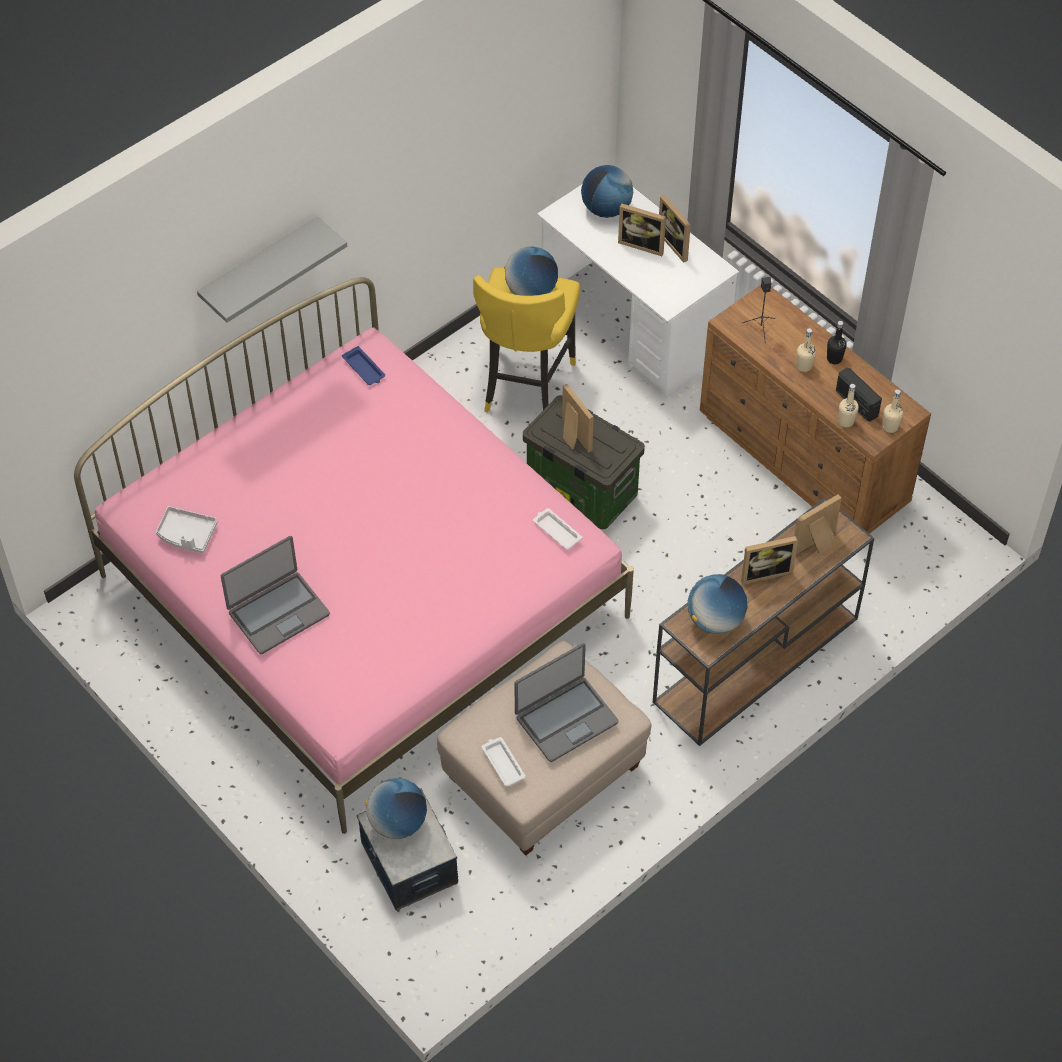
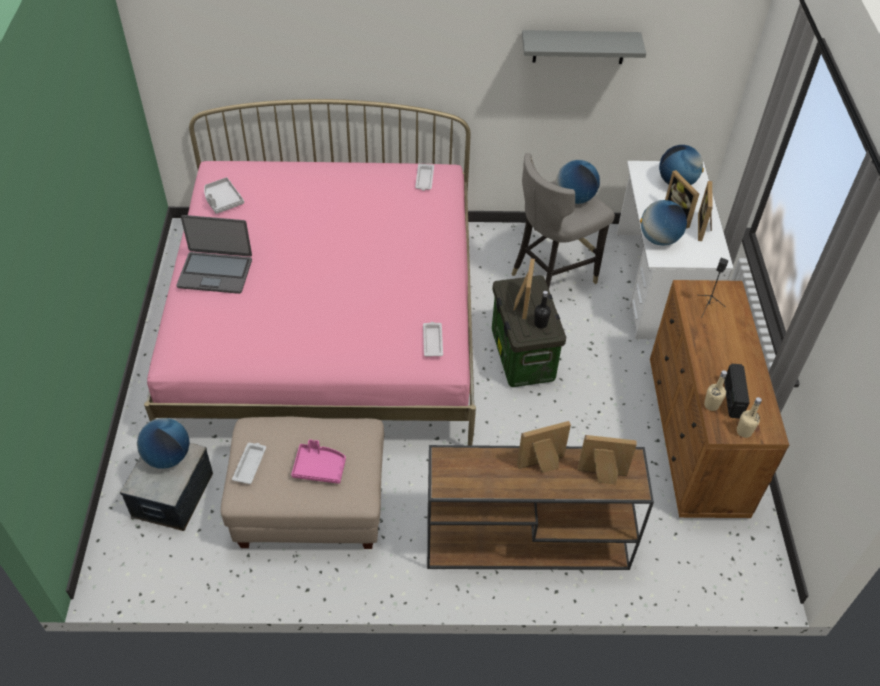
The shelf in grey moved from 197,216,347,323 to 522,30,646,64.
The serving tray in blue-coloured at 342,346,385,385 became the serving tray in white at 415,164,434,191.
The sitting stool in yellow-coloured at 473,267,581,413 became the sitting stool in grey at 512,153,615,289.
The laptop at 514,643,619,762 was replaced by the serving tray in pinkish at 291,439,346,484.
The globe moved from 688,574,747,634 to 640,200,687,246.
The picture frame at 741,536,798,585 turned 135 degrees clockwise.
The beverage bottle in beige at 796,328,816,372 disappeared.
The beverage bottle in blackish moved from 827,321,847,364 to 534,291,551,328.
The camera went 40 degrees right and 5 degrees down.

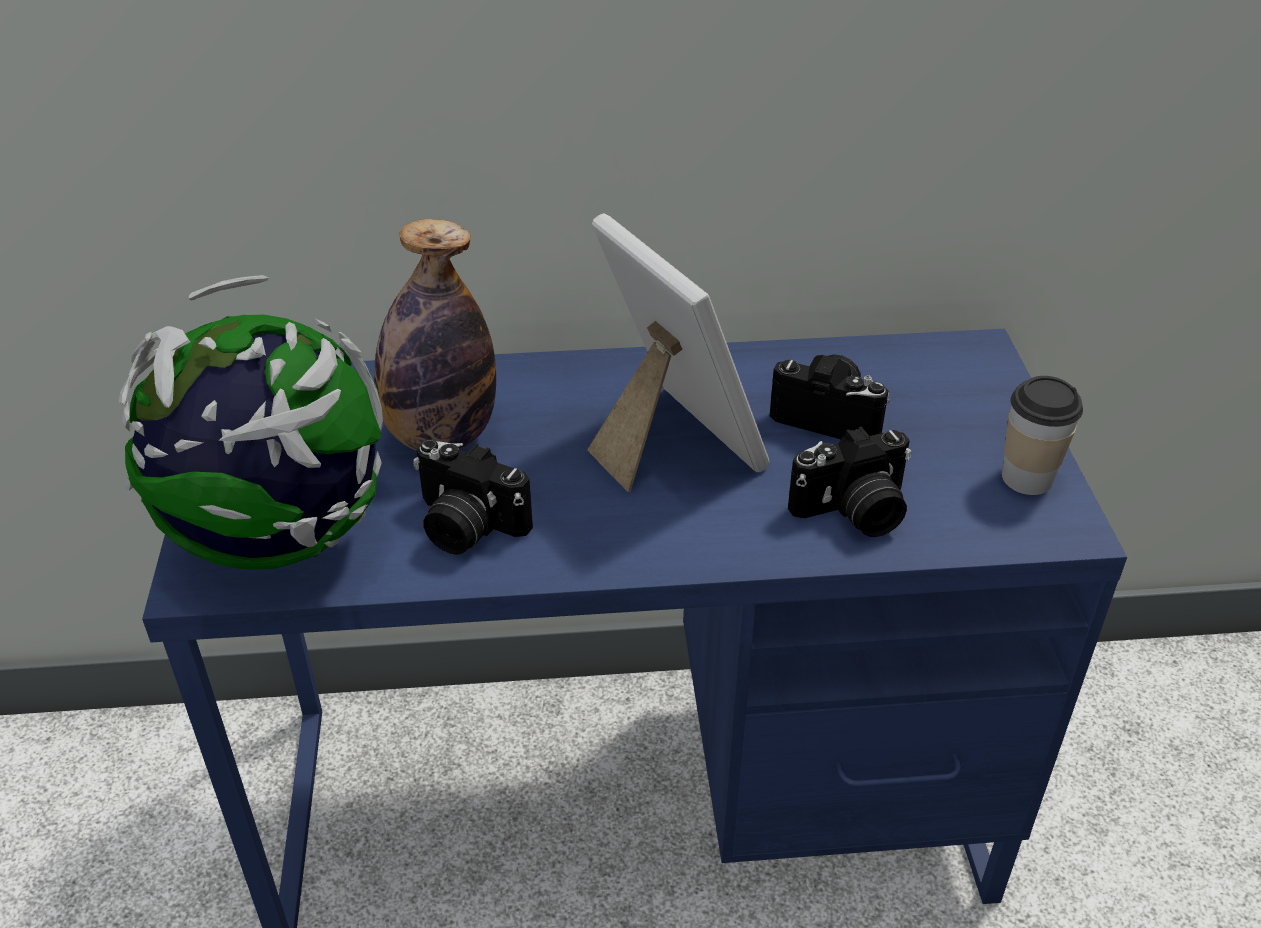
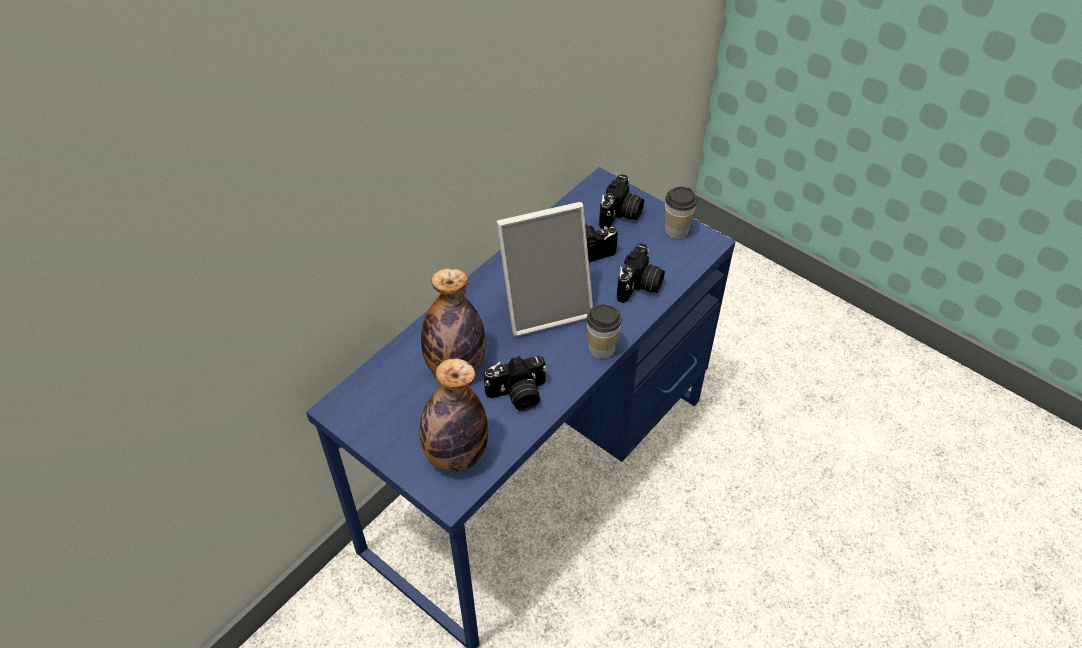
The globe at 119,275,383,570 was replaced by the beverage bottle at 419,358,488,472.
The picture frame at 587,213,769,492 turned 150 degrees clockwise.
The drinking cup at 587,304,622,359 appeared.
The still camera at 599,174,644,229 appeared.
The camera went 45 degrees left and 10 degrees up.

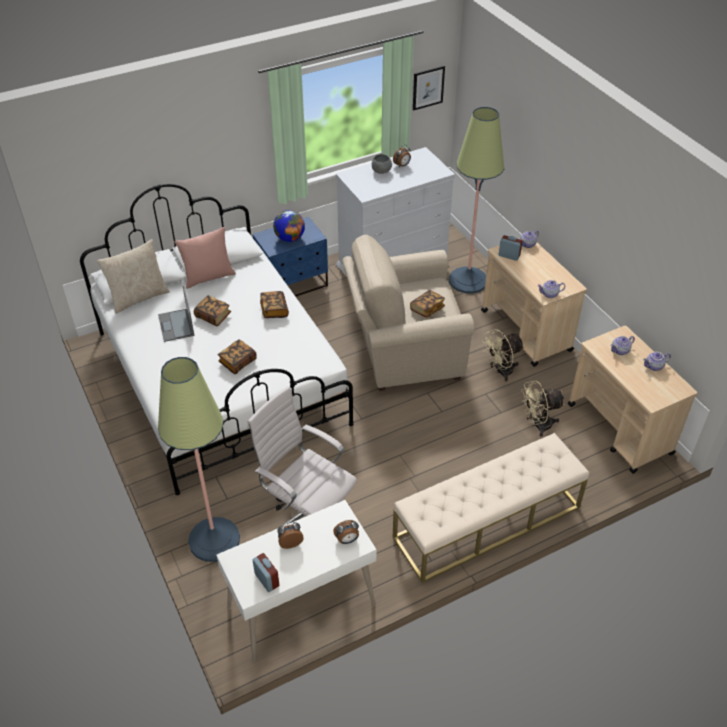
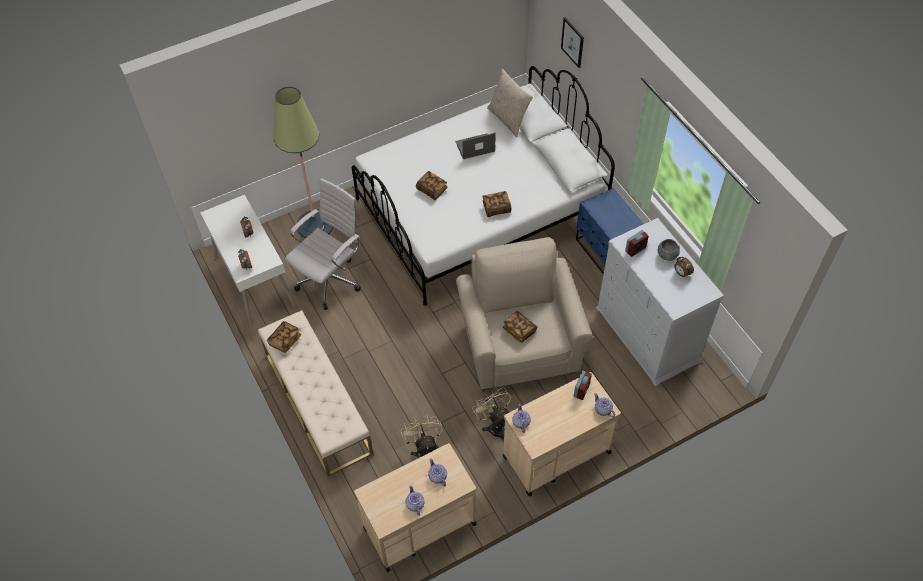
The cushion in pinkish at 174,227,236,289 disappeared.
The bound book moved from 194,295,231,327 to 267,321,301,353.
The table clock moved from 253,553,279,592 to 625,230,649,257.
The globe at 273,210,305,242 disappeared.
The wall picture moved from 413,66,445,110 to 561,17,584,68.
The floor lamp at 449,107,504,293 disappeared.
The camera went 90 degrees right and 10 degrees up.

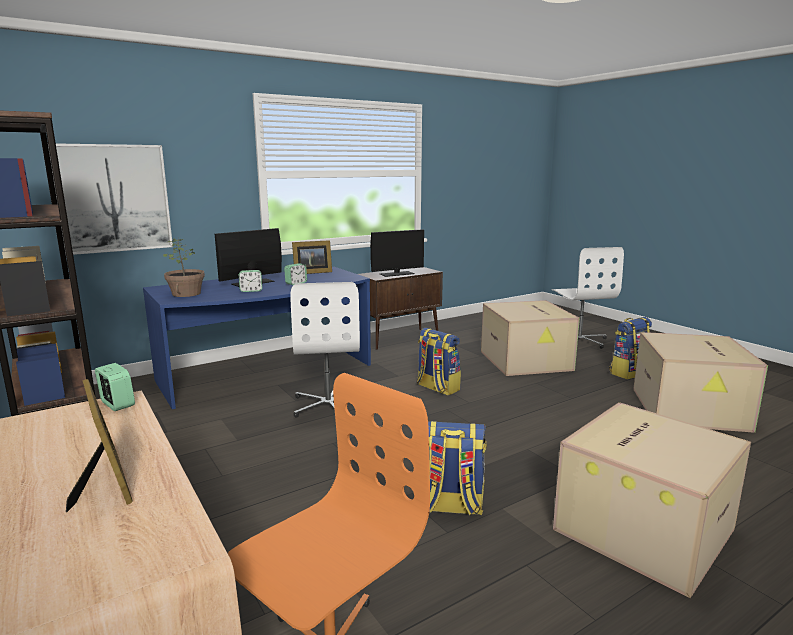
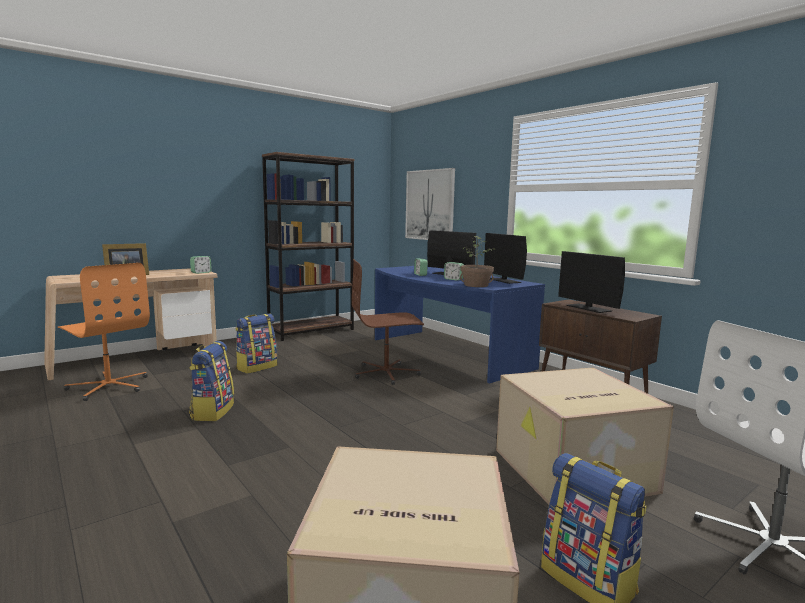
The houseplant moved from 163,238,205,297 to 460,236,495,287.
The computer chair in white at 290,282,360,417 became the computer chair in brownish at 352,259,424,385.
The picture frame at 292,240,332,274 was replaced by the monitor at 484,233,527,284.
The rucksack moved from 417,328,461,396 to 235,313,277,374.
The cardboard box at 553,402,751,598 disappeared.
The camera went 85 degrees right and 5 degrees down.

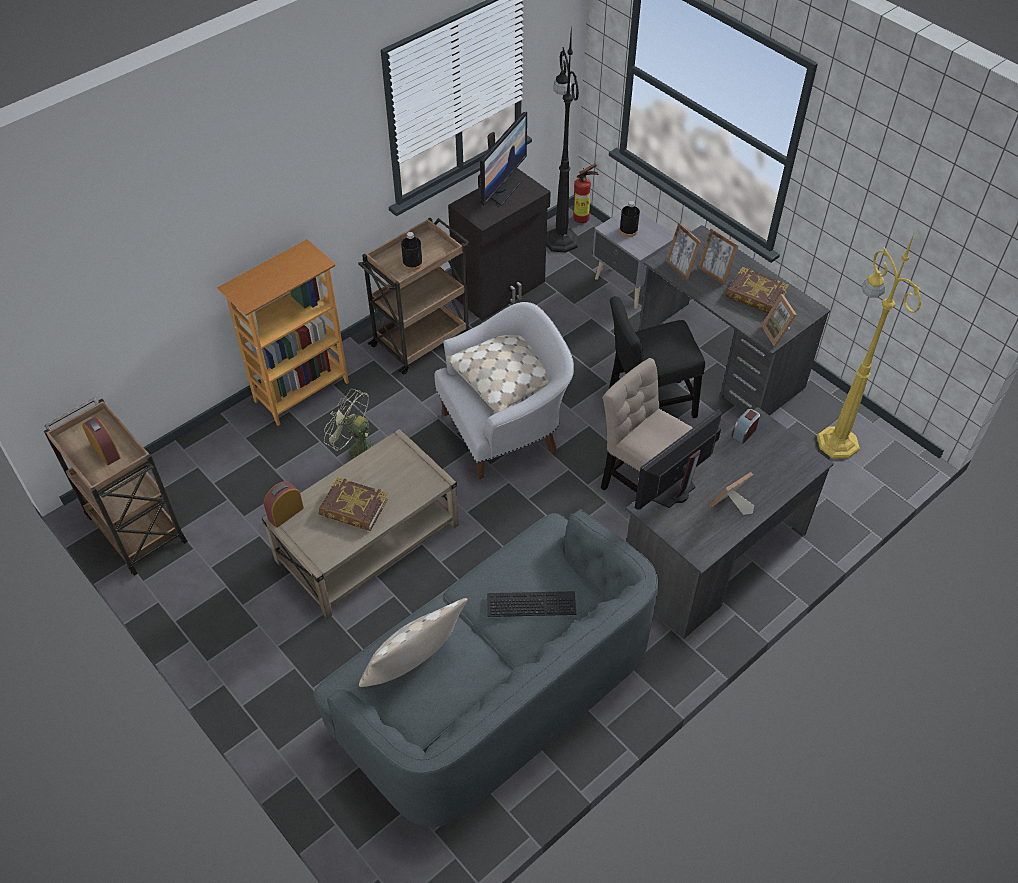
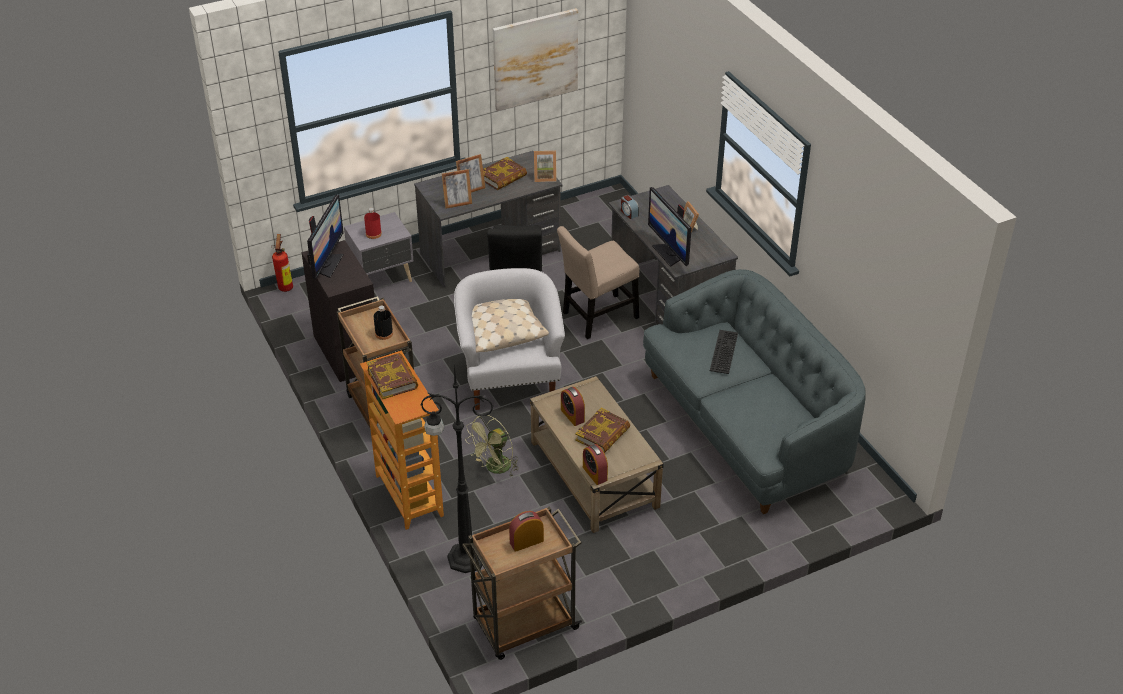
The cushion in beige at 359,598,468,687 disappeared.
The monitor at 478,112,527,206 turned 60 degrees clockwise.
The floor lamp in blackish moved from 546,35,579,253 to 420,365,494,573.
The beverage bottle in blackish at 619,201,640,237 became the beverage bottle in red-coloured at 364,208,382,239.
The floor lamp in yellow-coloured at 817,234,921,459 disappeared.
The bound book at 366,353,418,399 appeared.
The wall picture at 493,8,578,111 appeared.
The table clock at 561,387,585,426 appeared.
The camera went 75 degrees left and 10 degrees down.

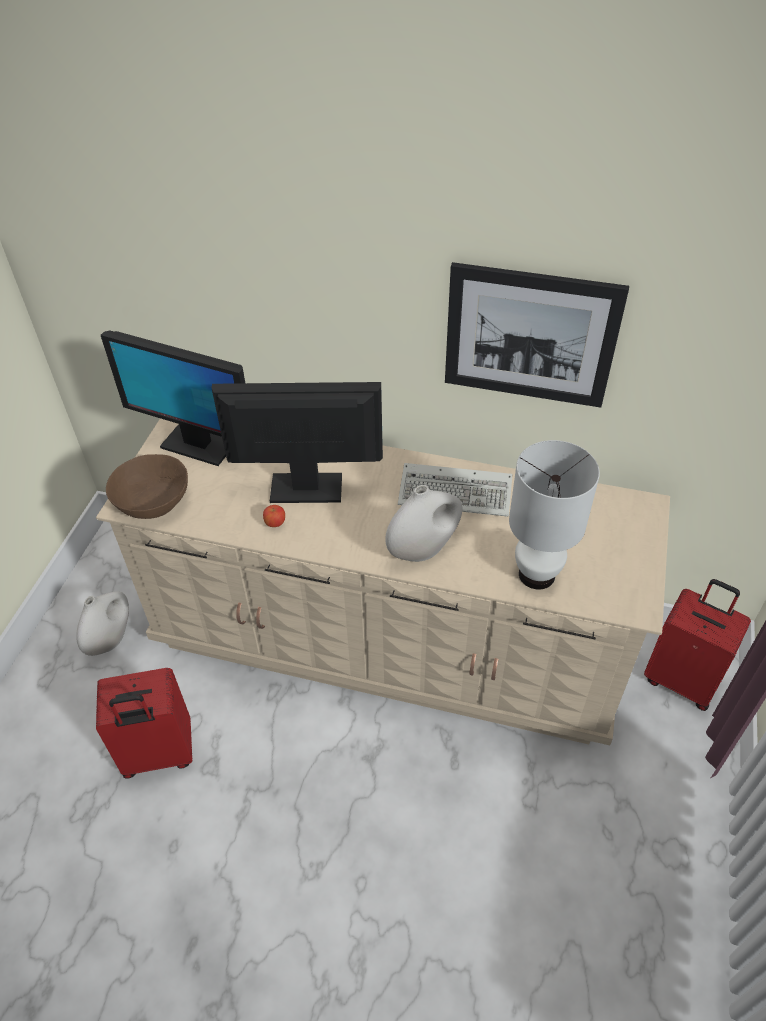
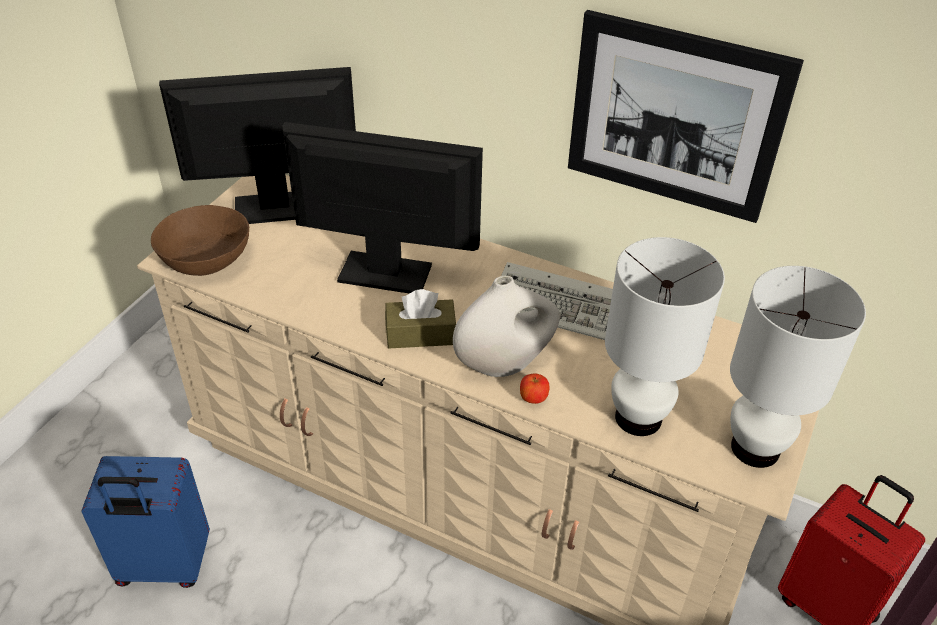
The vase in white at 76,591,129,656 disappeared.
The piece of luggage in red-coloured at 96,668,192,779 became the piece of luggage in blue-coloured at 81,456,210,588.
The monitor at 101,330,245,466 turned 135 degrees clockwise.
The whole apple moved from 263,505,285,527 to 520,373,550,404.
The box of tissues in brownish at 385,289,456,348 appeared.
The table lamp in white at 730,266,866,468 appeared.
The camera went 10 degrees right and 5 degrees down.

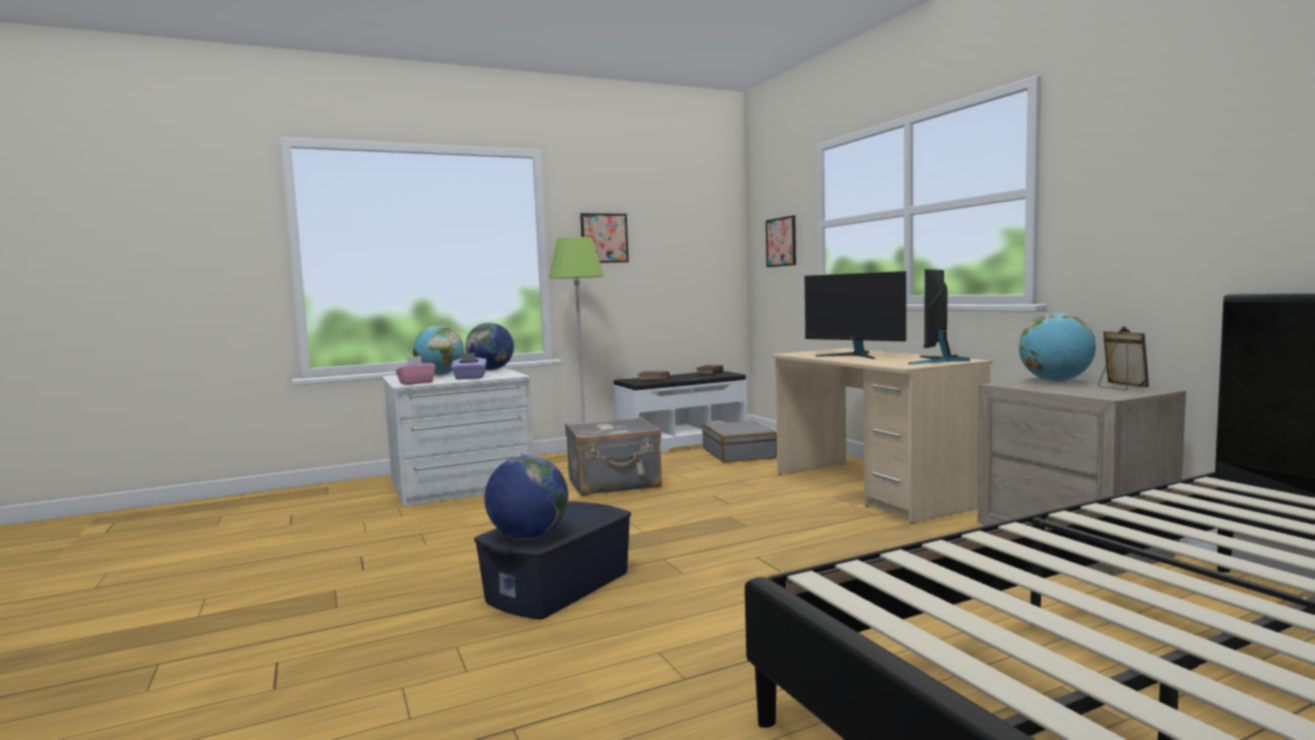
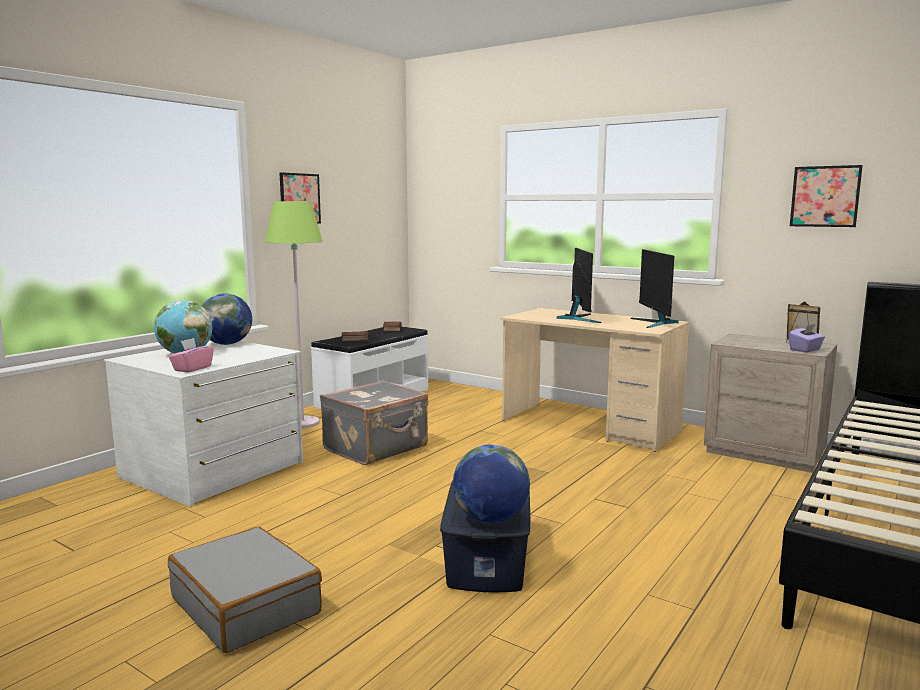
The box of tissues in purple moved from 451,353,487,379 to 789,324,825,353.
The piece of luggage in grey moved from 702,421,777,462 to 168,526,322,653.
The wall picture moved from 766,215,796,267 to 790,165,863,227.
The monitor at 805,271,906,359 turned 105 degrees counterclockwise.
The globe at 1019,313,1096,382 disappeared.
The camera went 30 degrees left and 5 degrees up.

